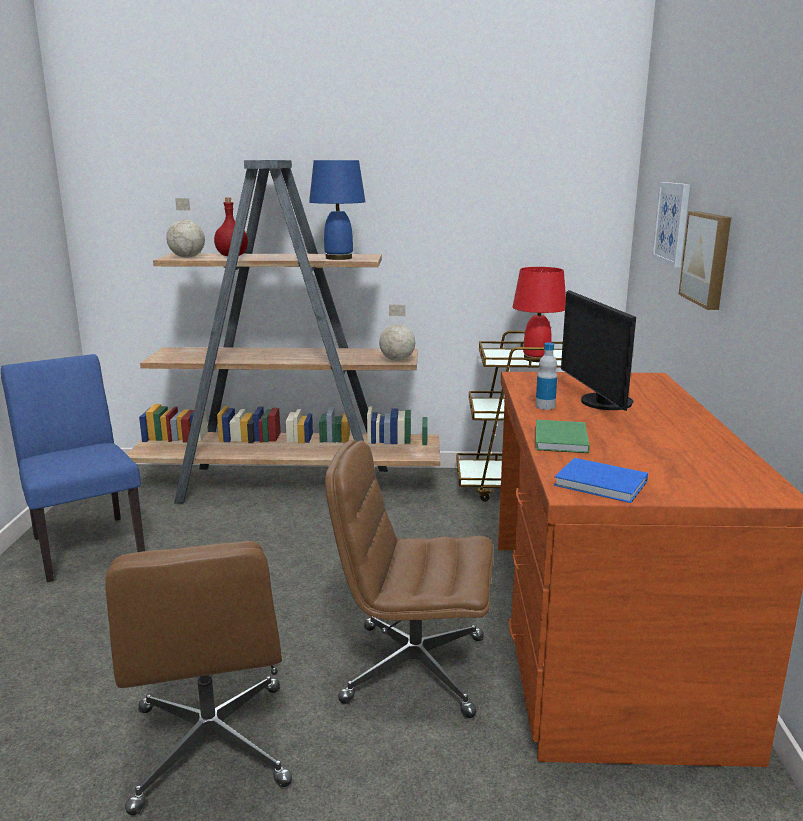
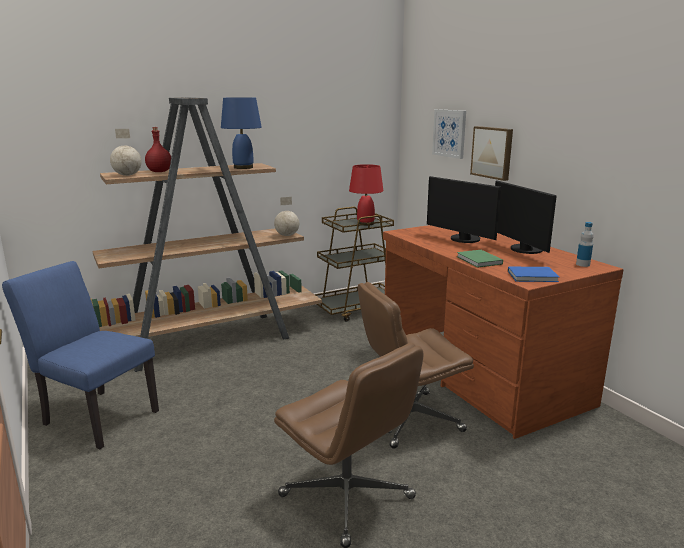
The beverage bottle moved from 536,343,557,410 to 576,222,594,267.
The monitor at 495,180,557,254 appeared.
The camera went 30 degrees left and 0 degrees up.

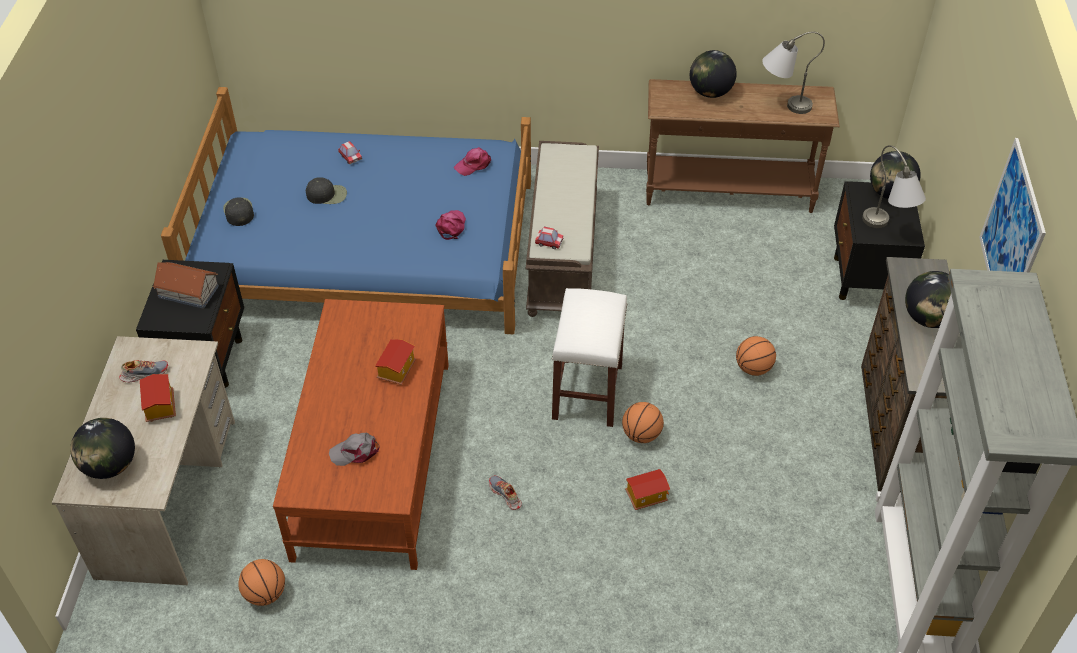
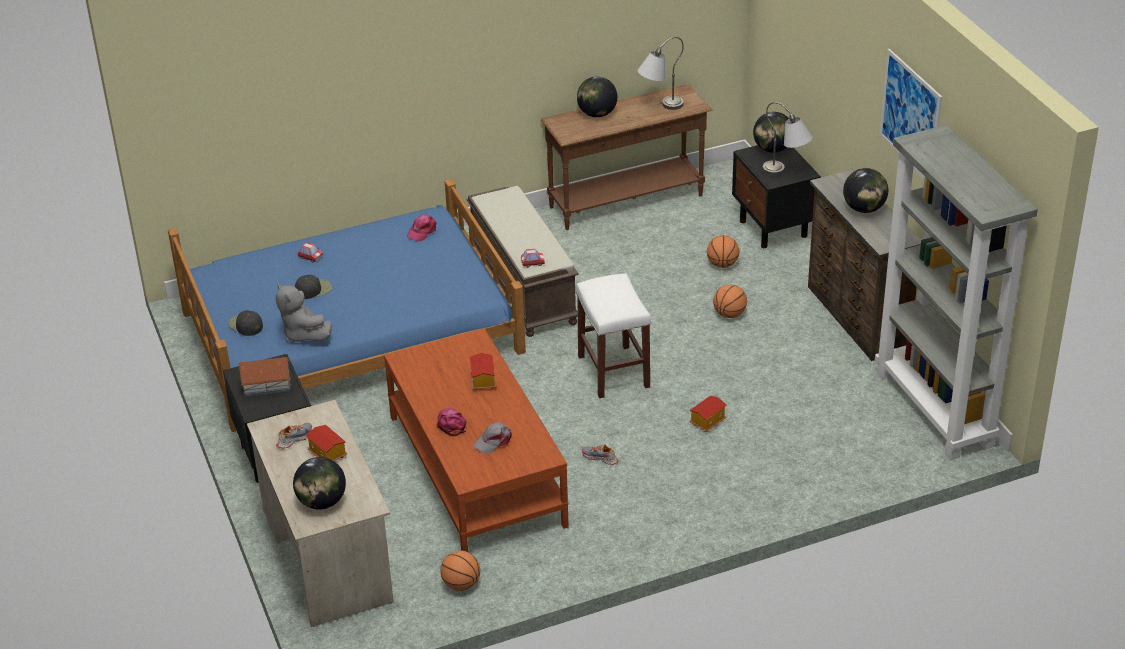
The baseball cap in pinkish moved from 435,210,466,240 to 437,408,466,436.
The basketball ball moved from 622,402,664,443 to 707,235,740,268.
The cuddly toy in grey at 276,283,332,343 appeared.
The camera went 25 degrees left and 10 degrees down.

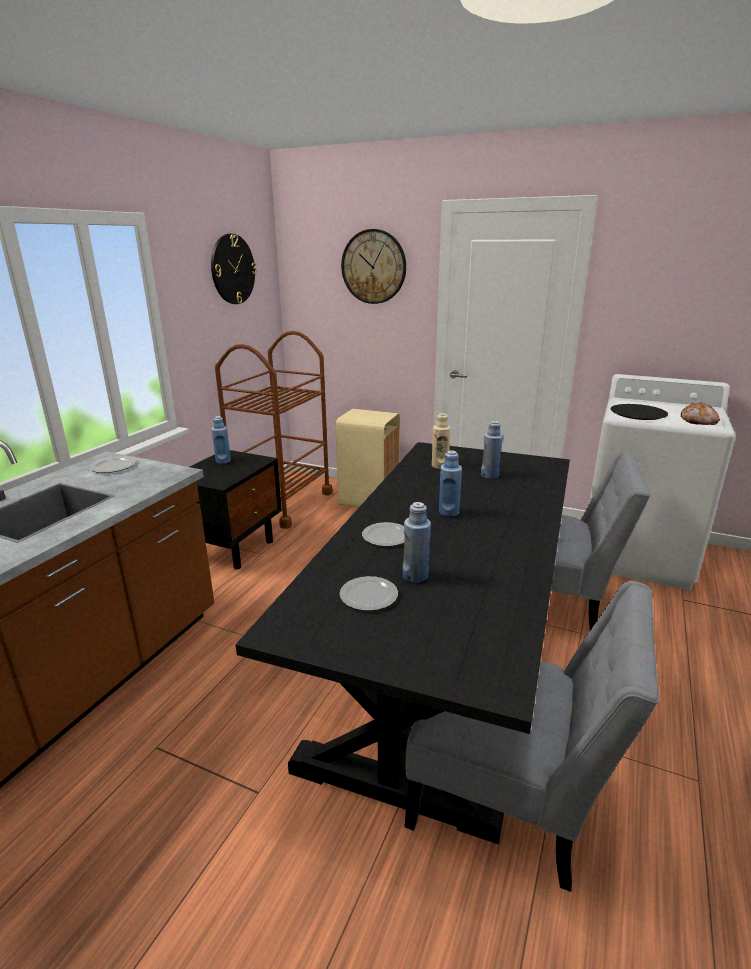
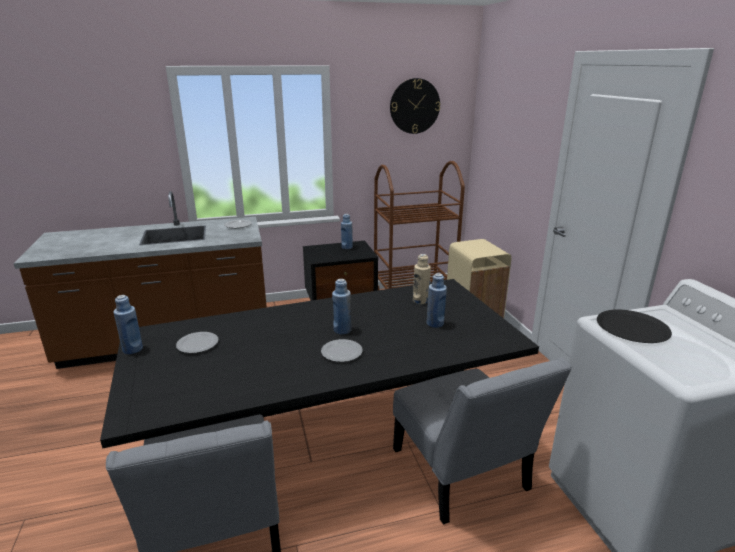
The clock on the wall at 341,229,406,304 disappeared.
The flat dish moved from 362,522,405,546 to 321,339,363,362.
The beverage bottle in blue-coloured moved from 403,502,431,582 to 113,295,143,354.
The baked bread at 681,402,720,425 disappeared.
The camera went 50 degrees right and 0 degrees up.

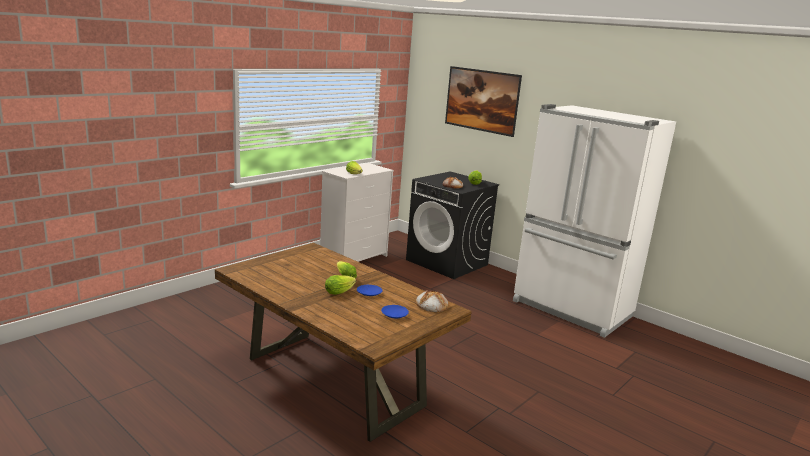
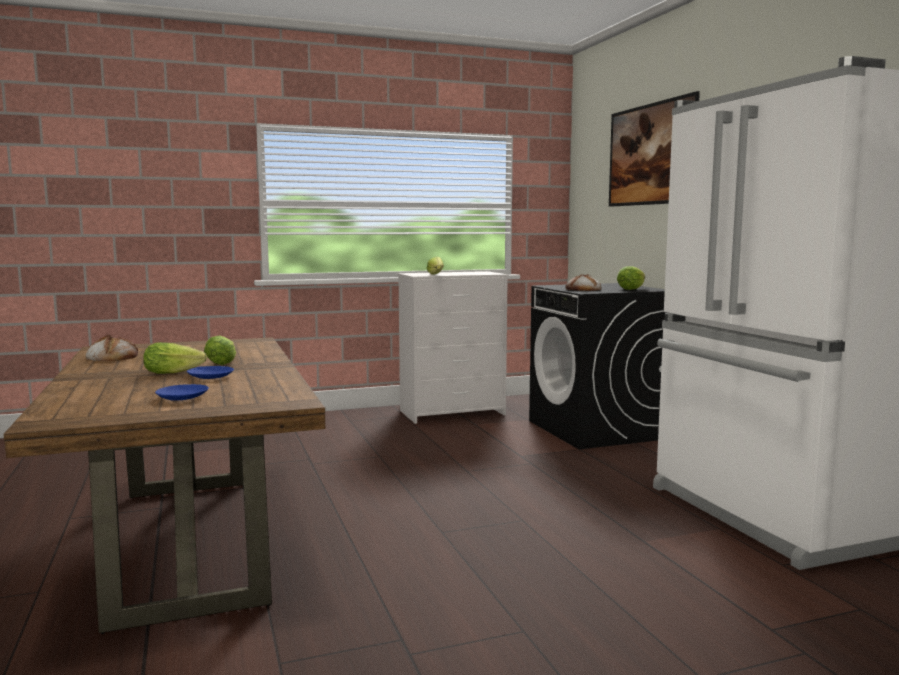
The baked bread moved from 416,290,448,312 to 86,335,138,361.
The camera went 30 degrees right and 10 degrees down.

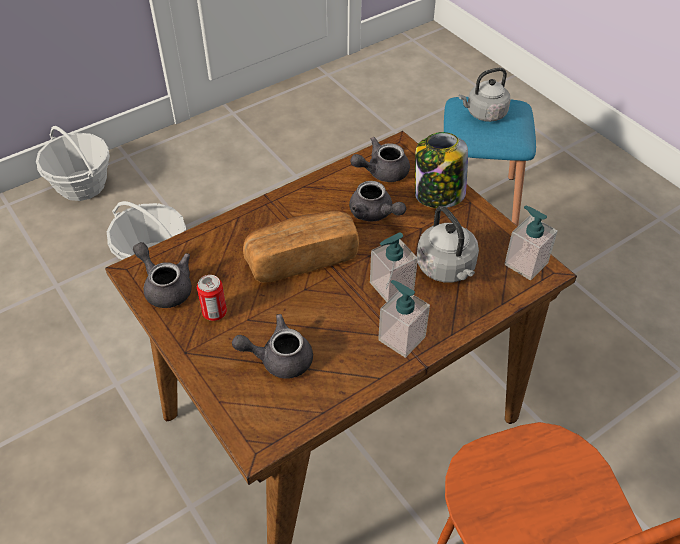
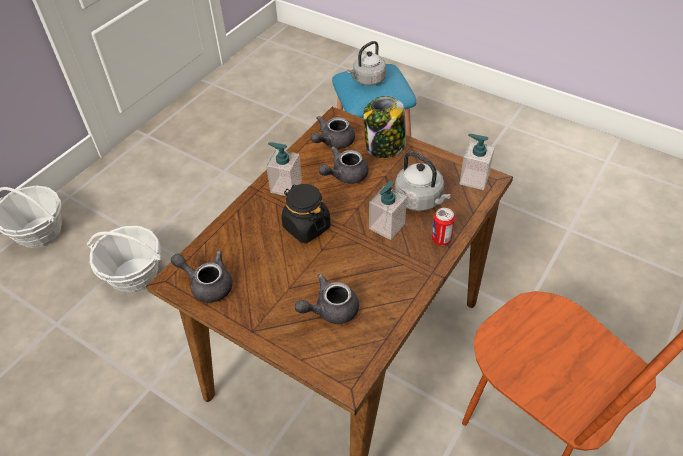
The sealed can moved from 197,275,227,321 to 432,208,455,245.
The baked bread at 243,211,359,283 was replaced by the storage jar in blackish at 281,184,331,243.
The tea pot in grey at 349,181,406,222 turned 120 degrees clockwise.
The soap bottle moved from 378,280,430,358 to 266,142,302,196.
The camera went 20 degrees left and 0 degrees up.

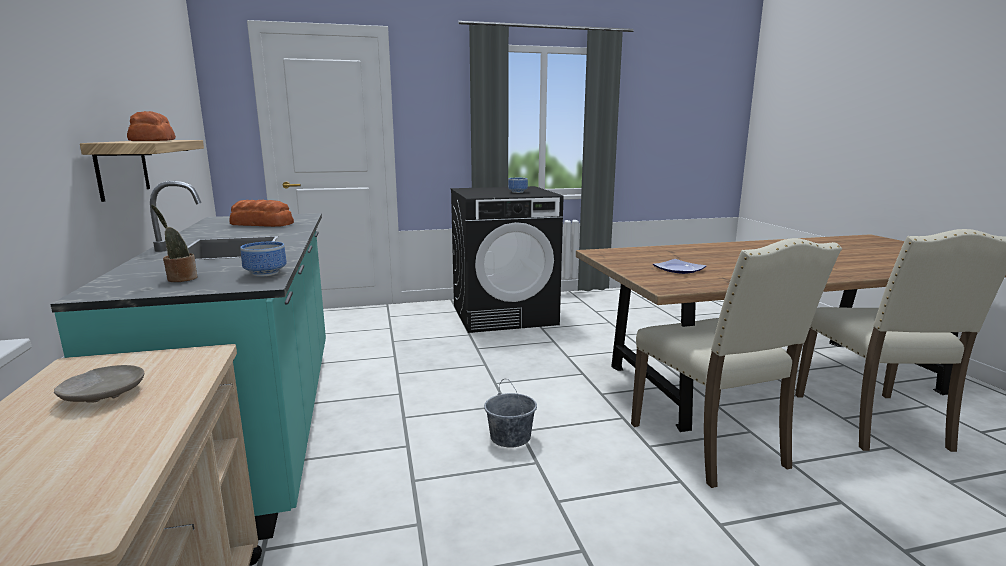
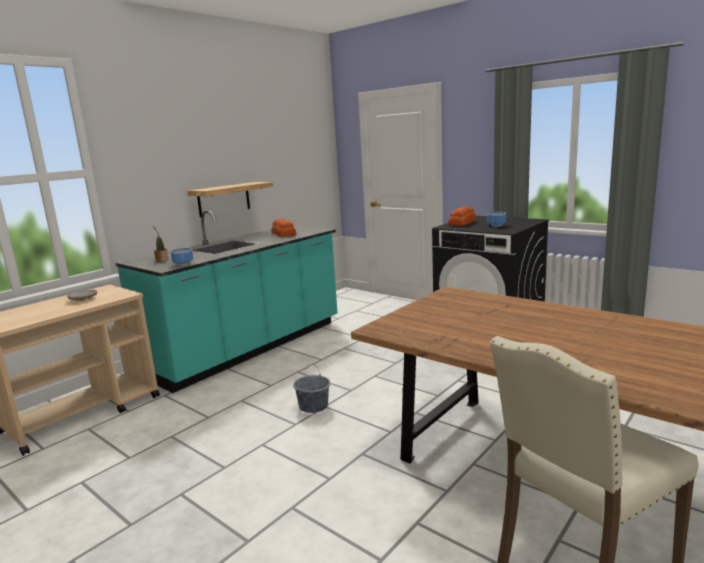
The baked bread moved from 127,111,176,141 to 448,206,476,226.
The upright chair in beige at 631,238,842,488 disappeared.
The flat dish at 653,259,707,274 disappeared.
The camera went 55 degrees right and 0 degrees up.

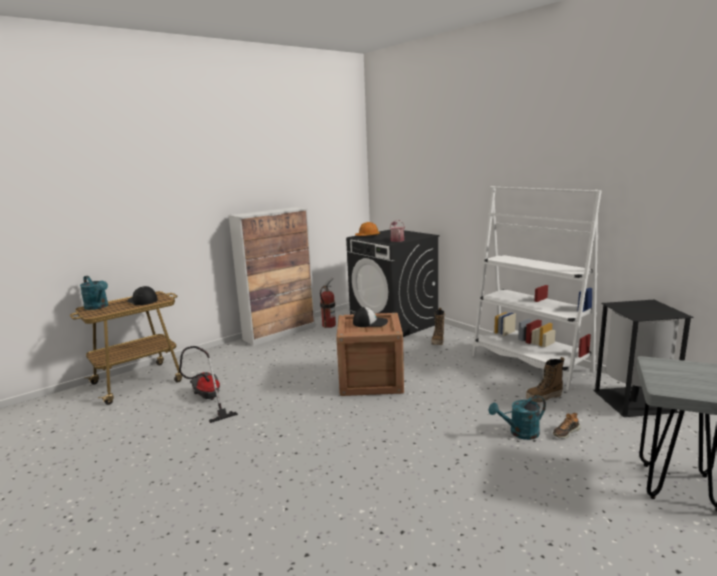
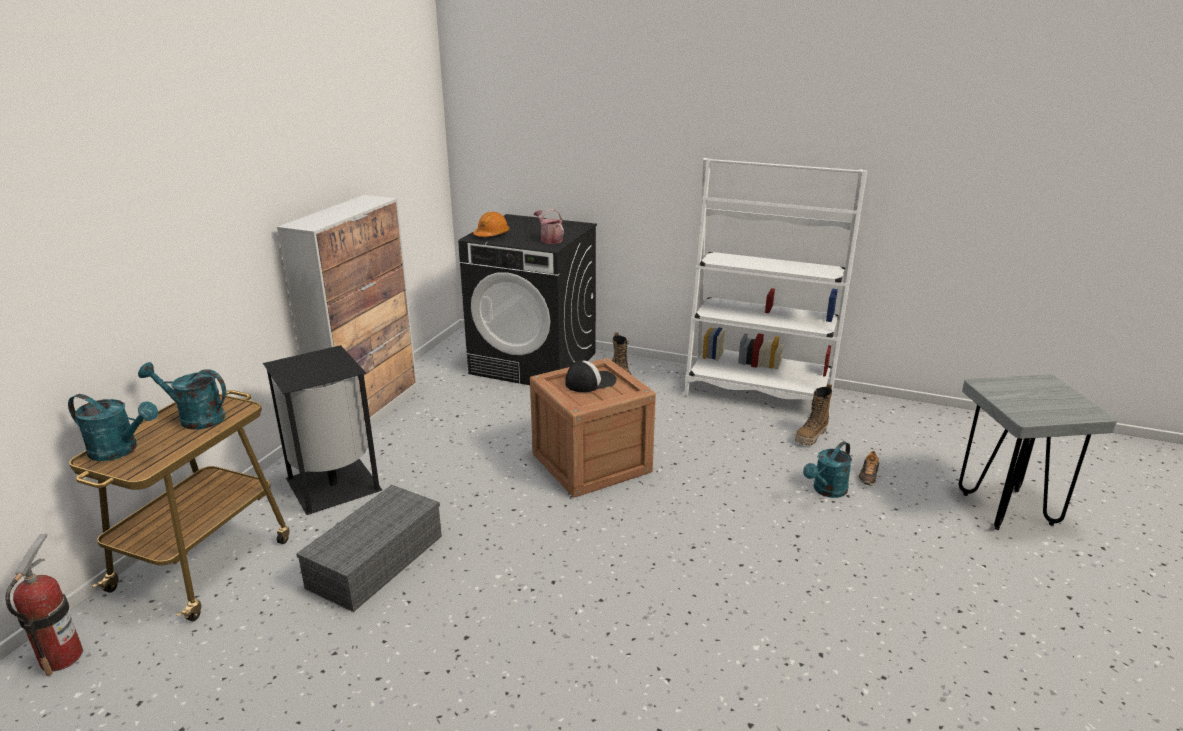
The baseball cap at 127,286,158,305 was replaced by the watering can in turquoise-coloured at 138,362,226,430.
The vacuum at 179,346,238,423 was replaced by the storage box in grey at 296,485,442,612.
The fire-fighting cylinder moved from 320,278,336,328 to 5,534,83,676.
The trash can in blackish moved from 593,300,694,417 to 263,345,382,515.
The camera went 30 degrees left and 10 degrees up.

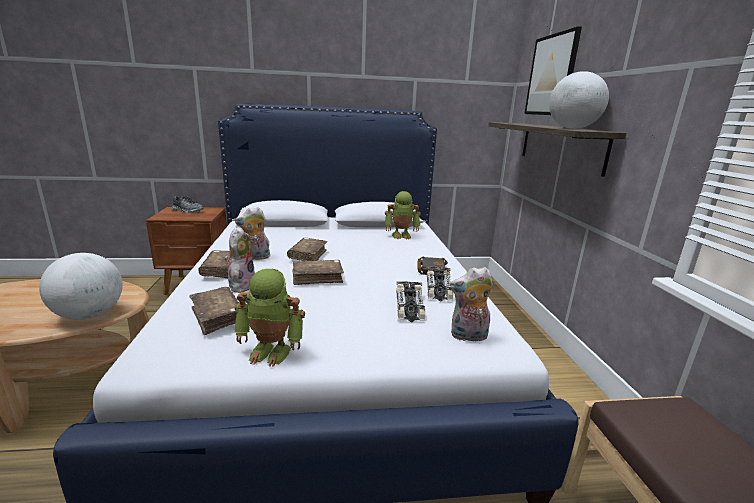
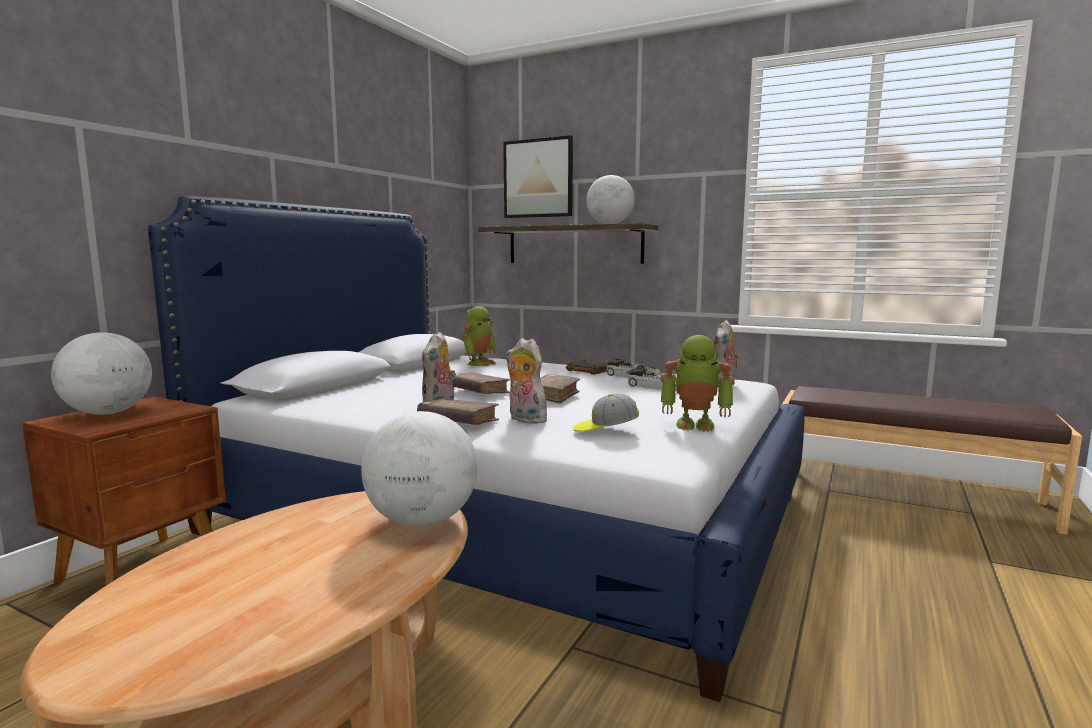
The low shoe at 172,195,203,213 was replaced by the globe at 51,332,152,415.
The bound book in brownish at 189,287,239,335 was replaced by the baseball cap at 573,394,639,432.
The toy robot at 234,269,305,367 turned 60 degrees clockwise.
The camera went 55 degrees left and 10 degrees down.

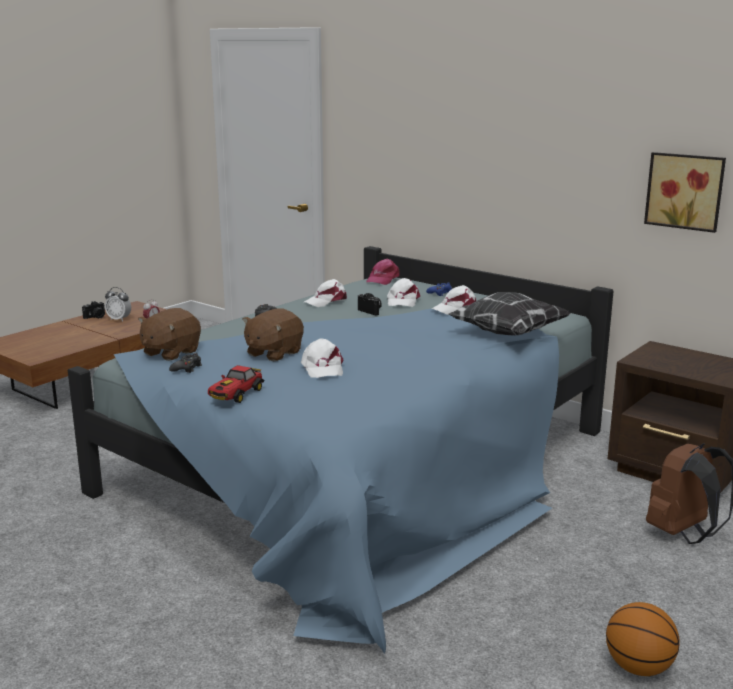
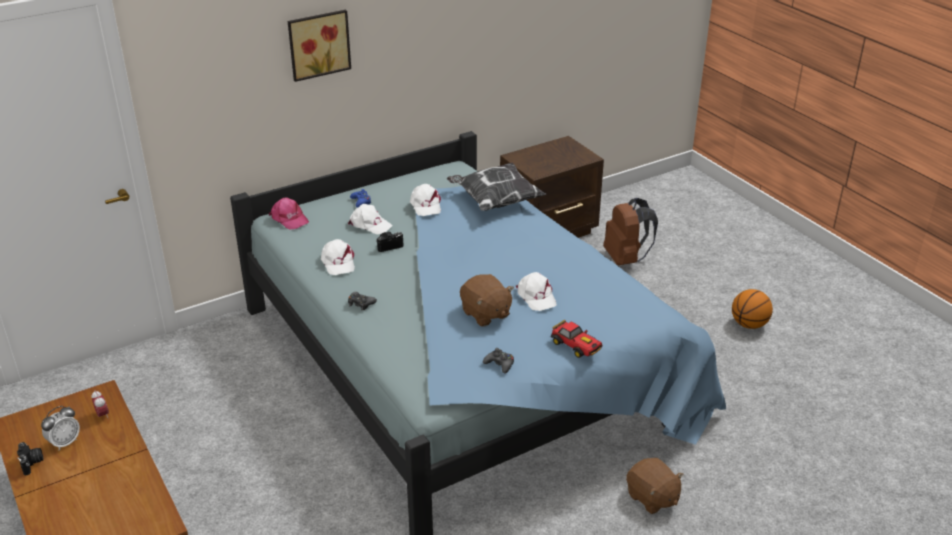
The cuddly toy in brownish moved from 138,308,201,361 to 626,458,683,514.
The baseball cap in white at 301,338,343,378 turned 60 degrees clockwise.
The wall picture moved from 644,152,726,233 to 288,10,351,82.
The camera went 70 degrees left and 15 degrees up.

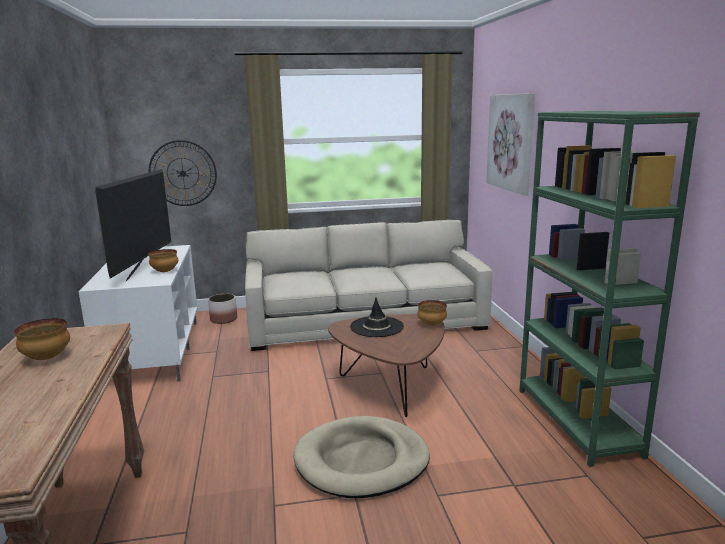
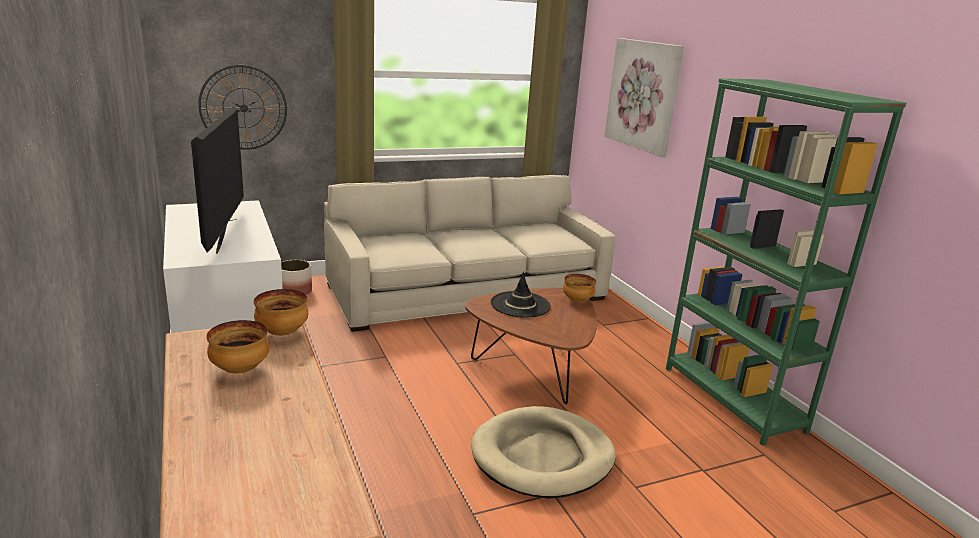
The serving bowl moved from 148,249,178,272 to 254,289,308,336.
The camera went 15 degrees left and 5 degrees up.

